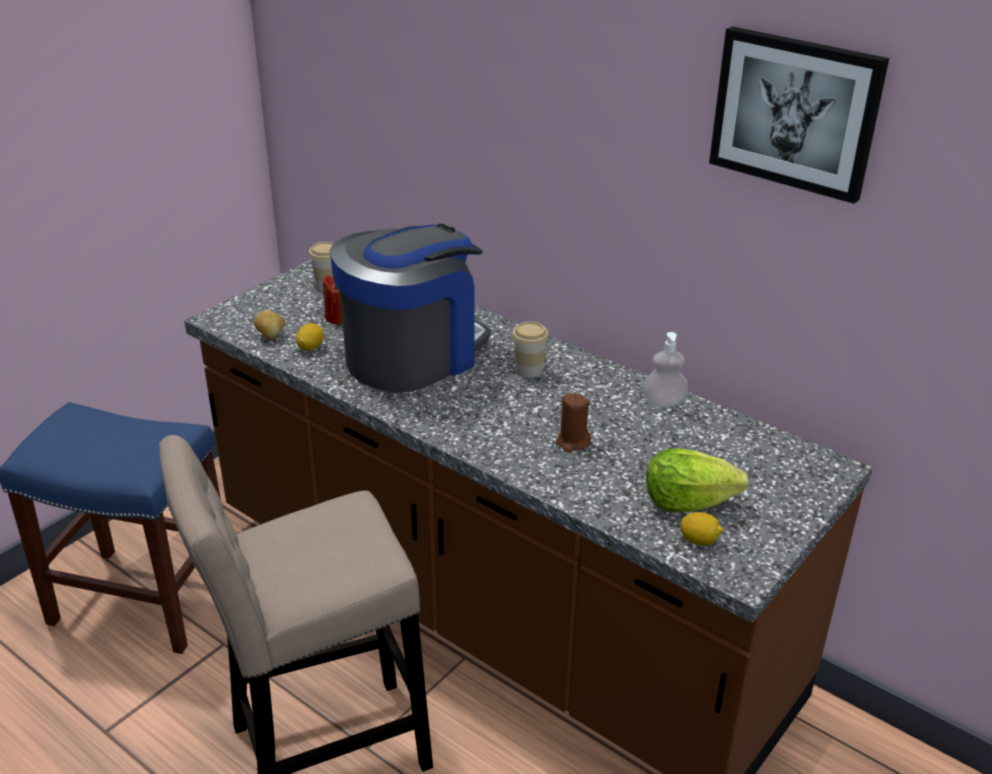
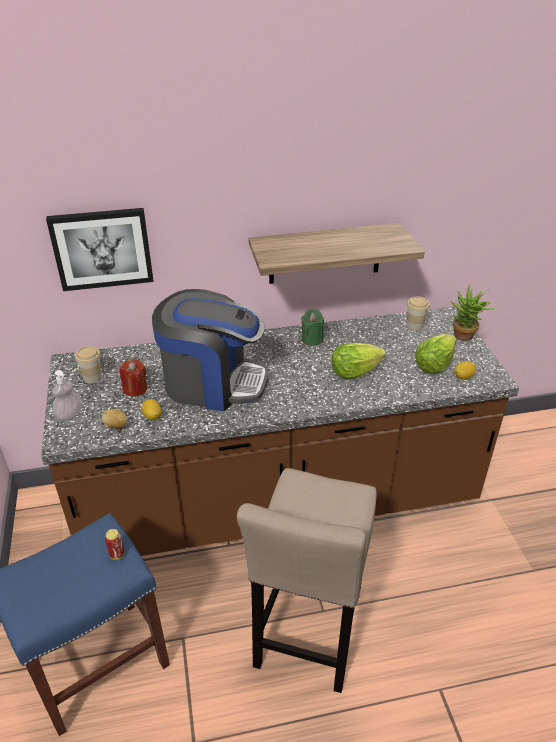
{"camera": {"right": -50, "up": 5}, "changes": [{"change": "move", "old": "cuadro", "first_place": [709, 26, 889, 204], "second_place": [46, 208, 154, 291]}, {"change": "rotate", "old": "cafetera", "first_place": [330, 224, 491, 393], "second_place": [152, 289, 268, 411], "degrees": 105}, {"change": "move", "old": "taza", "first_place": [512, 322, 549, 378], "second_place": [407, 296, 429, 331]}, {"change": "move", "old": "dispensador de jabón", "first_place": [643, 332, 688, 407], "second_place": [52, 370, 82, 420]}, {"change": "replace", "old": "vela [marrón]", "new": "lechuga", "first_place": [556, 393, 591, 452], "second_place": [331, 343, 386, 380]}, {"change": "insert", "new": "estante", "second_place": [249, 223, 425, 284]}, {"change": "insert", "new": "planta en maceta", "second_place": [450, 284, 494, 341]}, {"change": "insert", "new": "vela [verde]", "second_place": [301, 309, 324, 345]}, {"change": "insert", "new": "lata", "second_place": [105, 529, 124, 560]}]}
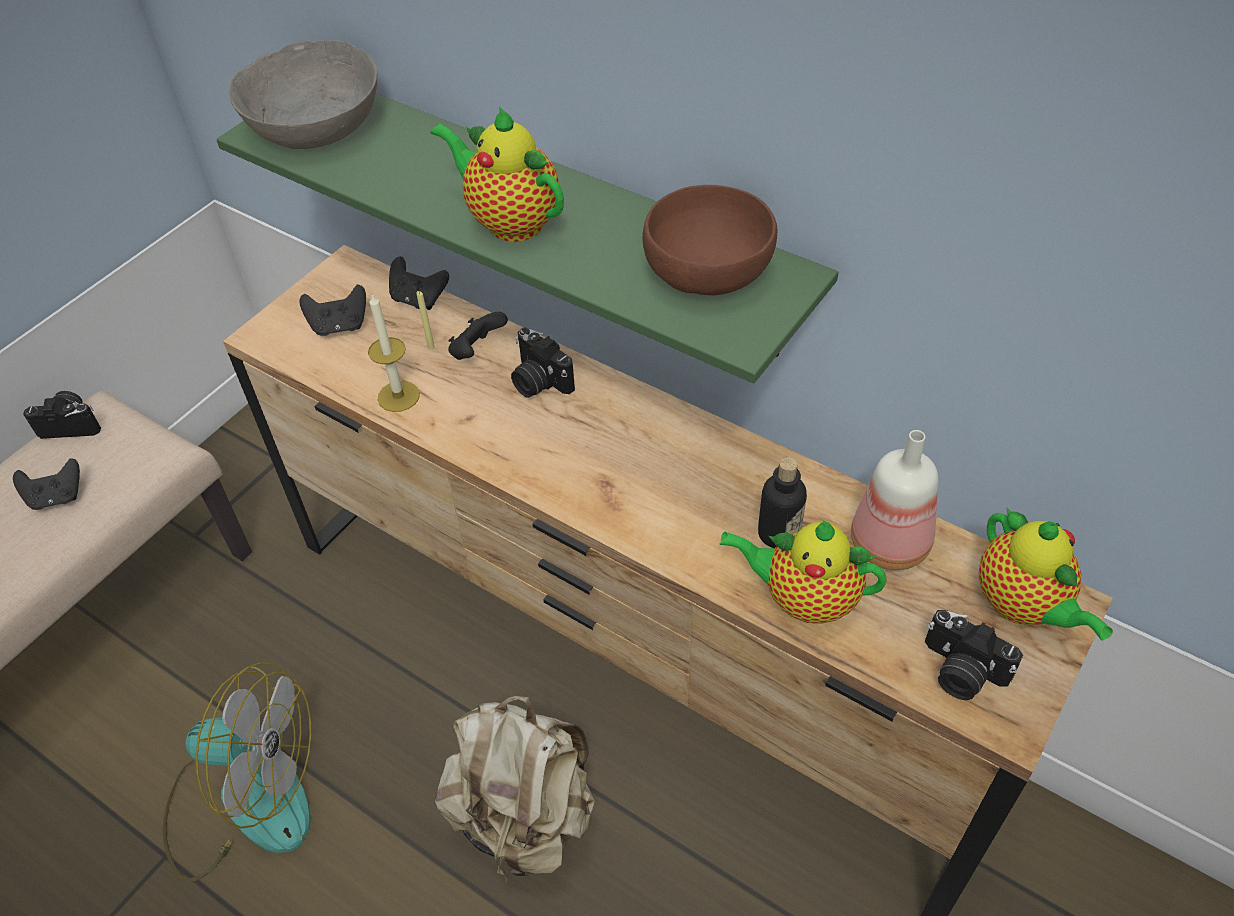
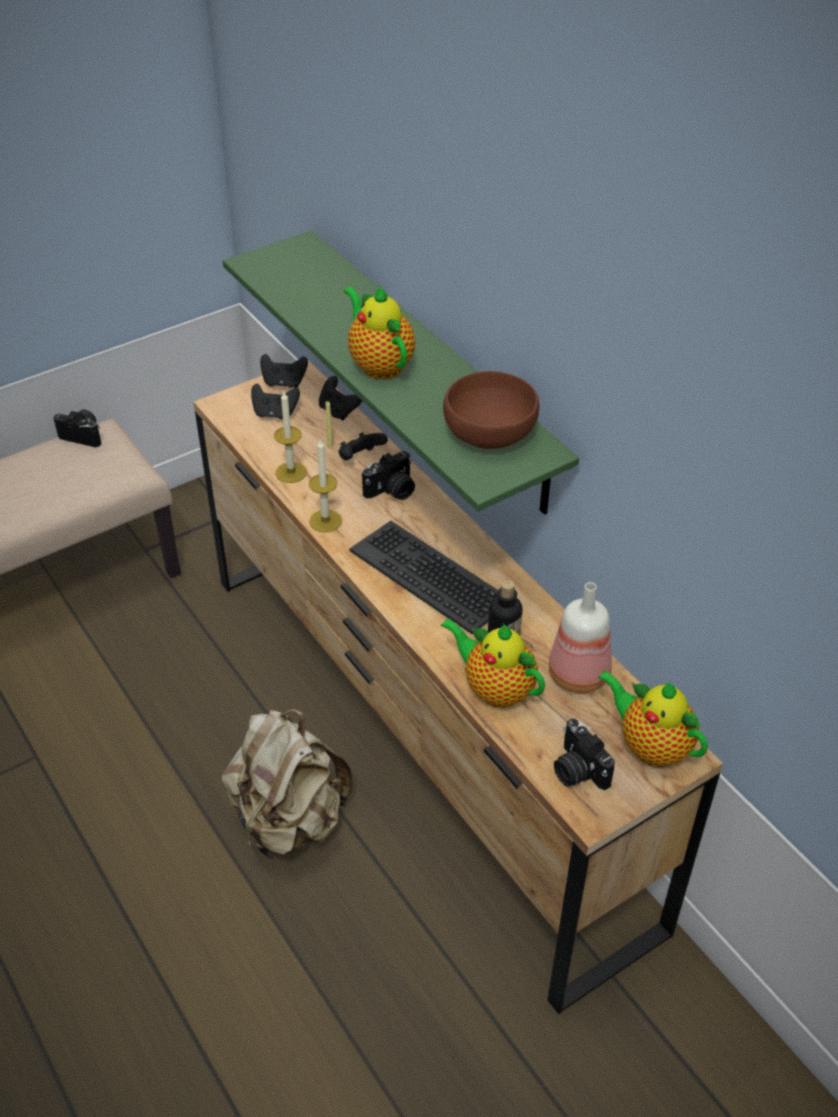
{"camera": {"right": 20, "up": -5}, "changes": [{"change": "delete", "old": "cuenco [gris]", "first_place": [229, 40, 377, 149]}, {"change": "rotate", "old": "cámara", "first_place": [511, 327, 575, 398], "second_place": [362, 451, 415, 500], "degrees": -105}, {"change": "move", "old": "mando de consola [negro]", "first_place": [13, 458, 80, 510], "second_place": [260, 354, 308, 388]}, {"change": "rotate", "old": "tetera", "first_place": [979, 508, 1113, 641], "second_place": [598, 670, 708, 767], "degrees": 135}, {"change": "delete", "old": "ventilador", "first_place": [163, 662, 312, 882]}, {"change": "insert", "new": "vela", "second_place": [309, 439, 342, 533]}, {"change": "insert", "new": "teclado", "second_place": [349, 521, 498, 635]}]}
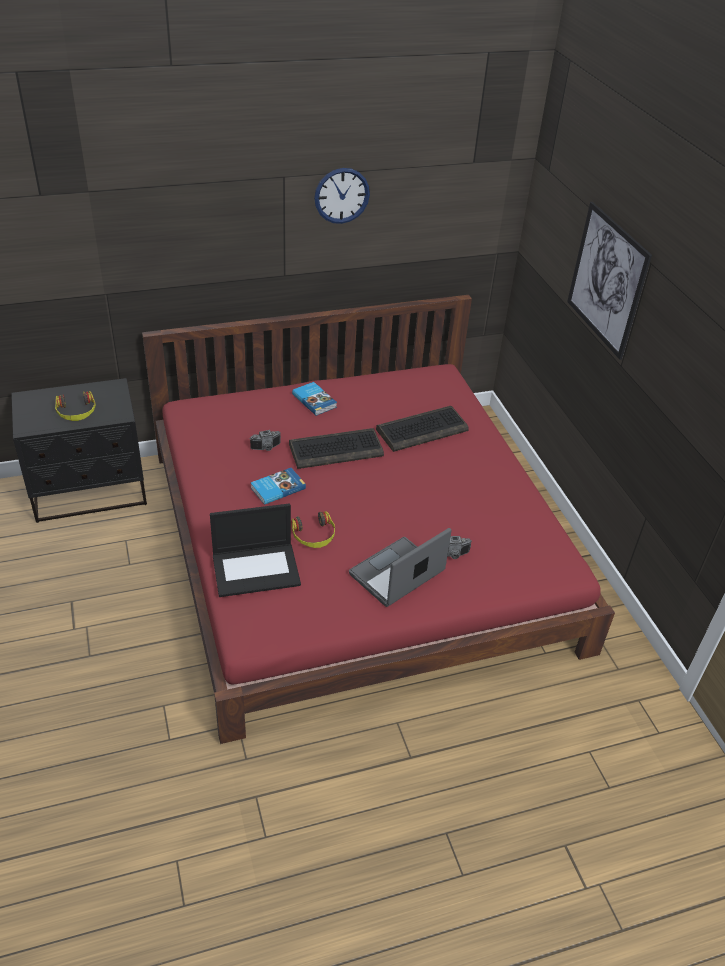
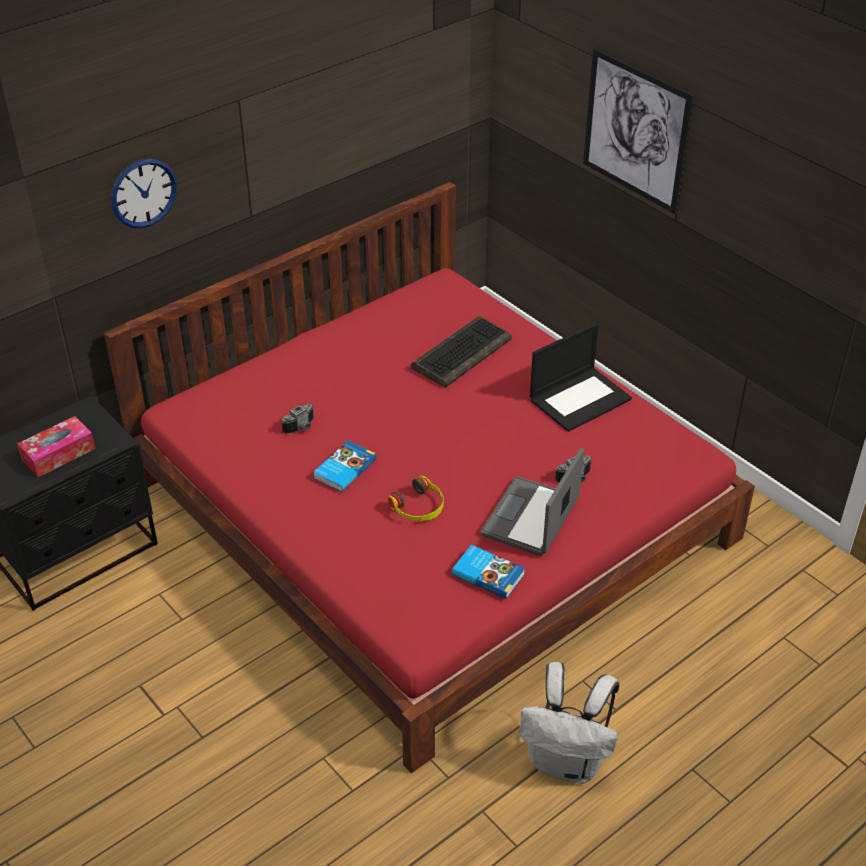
{"camera": {"right": -20, "up": 0}, "changes": [{"change": "move", "old": "reloj de pared", "first_place": [314, 168, 370, 224], "second_place": [111, 158, 177, 229]}, {"change": "move", "old": "libro", "first_place": [292, 382, 337, 416], "second_place": [452, 545, 525, 599]}, {"change": "replace", "old": "auriculares", "new": "caja de pañuelos", "first_place": [55, 391, 96, 421], "second_place": [17, 416, 95, 477]}, {"change": "delete", "old": "teclado", "first_place": [289, 428, 384, 469]}, {"change": "move", "old": "portátil", "first_place": [210, 503, 301, 597], "second_place": [530, 323, 632, 432]}, {"change": "insert", "new": "mochila [blanco]", "second_place": [519, 662, 620, 784]}]}
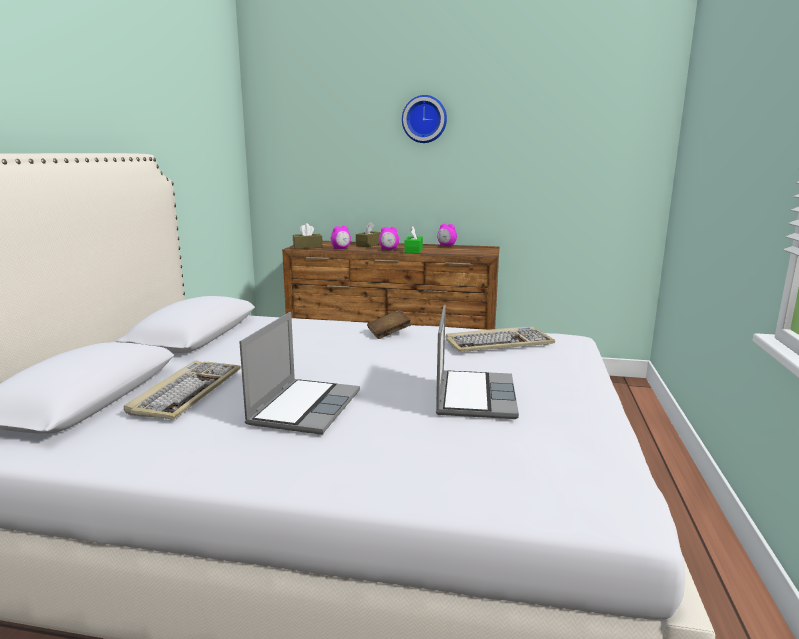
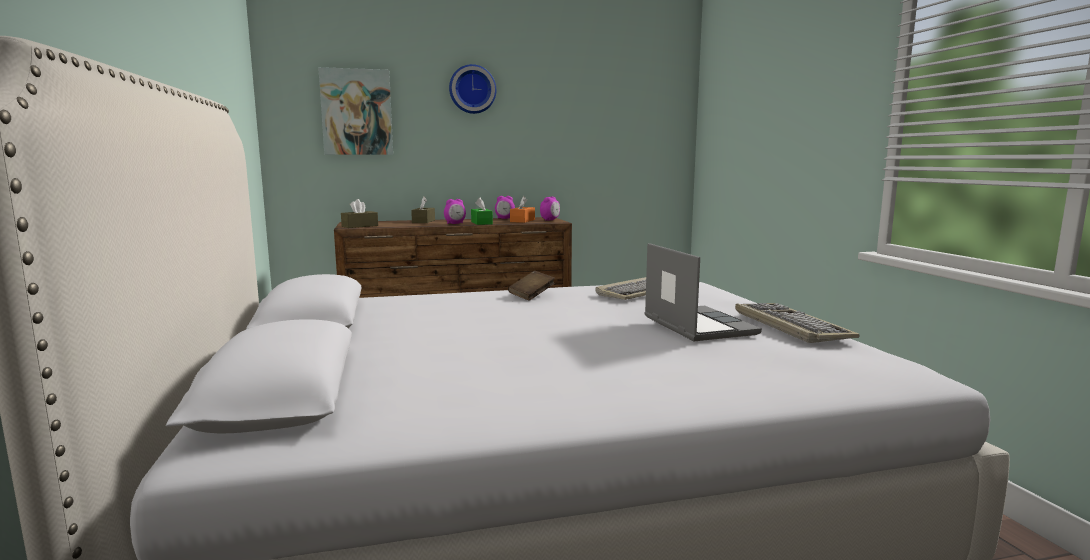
{"camera": {"right": -25, "up": -5}, "changes": [{"change": "move", "old": "despertador", "first_place": [331, 226, 351, 249], "second_place": [540, 197, 560, 221]}, {"change": "delete", "old": "portátil", "first_place": [239, 312, 360, 435]}, {"change": "move", "old": "teclado", "first_place": [124, 360, 241, 420], "second_place": [735, 303, 860, 343]}, {"change": "insert", "new": "cuadro", "second_place": [318, 67, 393, 155]}, {"change": "insert", "new": "caja de pañuelos [naranja]", "second_place": [510, 196, 535, 223]}]}
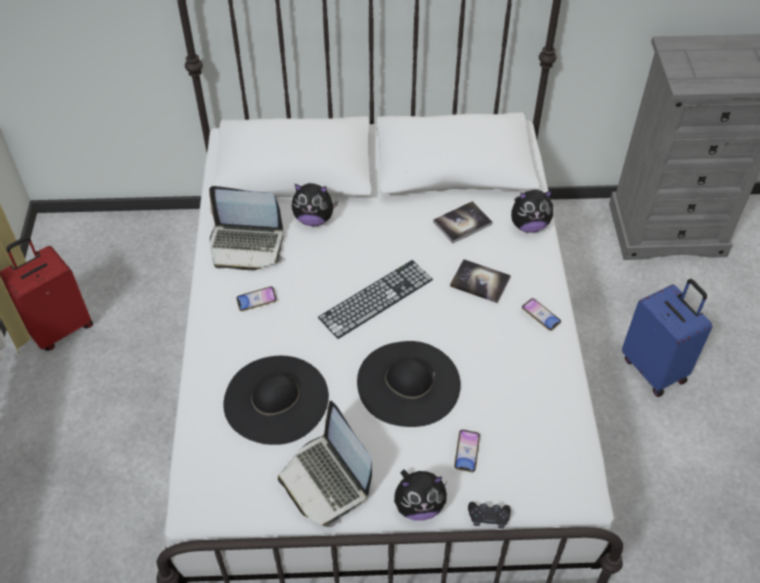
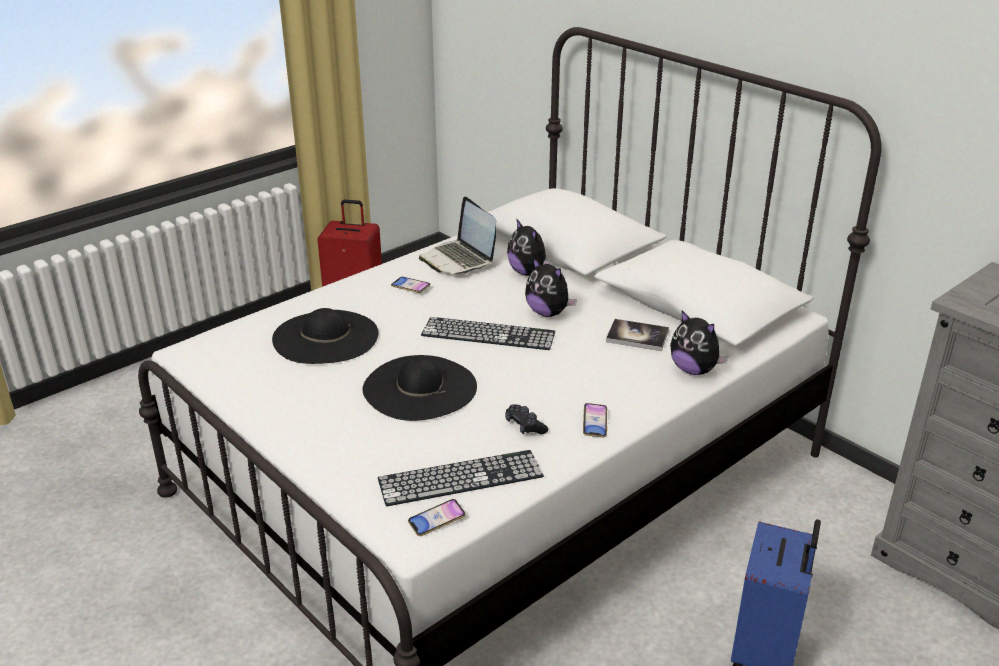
{"camera": {"right": 50, "up": -20}, "changes": [{"change": "delete", "old": "libro", "first_place": [450, 259, 511, 303]}, {"change": "delete", "old": "portátil", "first_place": [278, 401, 372, 527]}, {"change": "move", "old": "móvil", "first_place": [454, 430, 480, 473], "second_place": [408, 499, 466, 536]}, {"change": "move", "old": "peluche", "first_place": [394, 470, 448, 521], "second_place": [525, 257, 577, 317]}, {"change": "move", "old": "mando de consola [negro]", "first_place": [468, 502, 511, 528], "second_place": [505, 404, 548, 434]}, {"change": "insert", "new": "teclado", "second_place": [378, 450, 544, 507]}]}
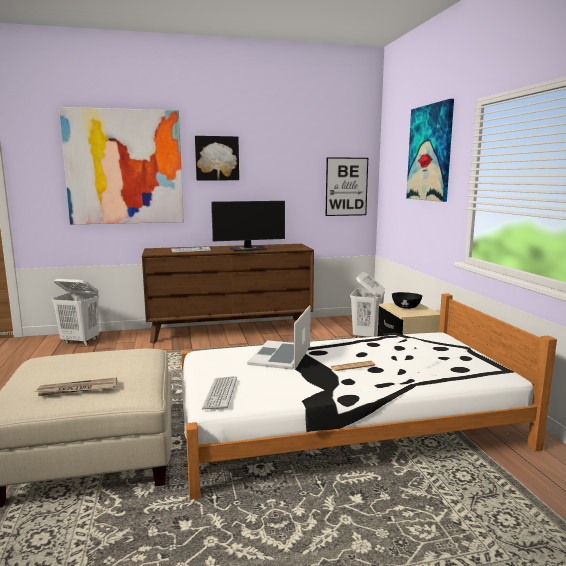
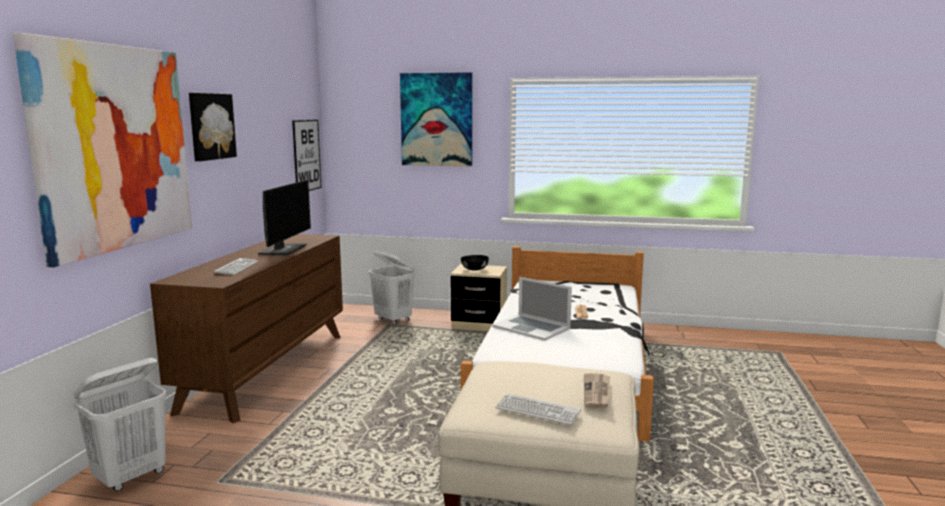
{"camera": {"right": -65, "up": 0}, "changes": [{"change": "move", "old": "teclado", "first_place": [202, 376, 237, 409], "second_place": [495, 393, 581, 425]}]}
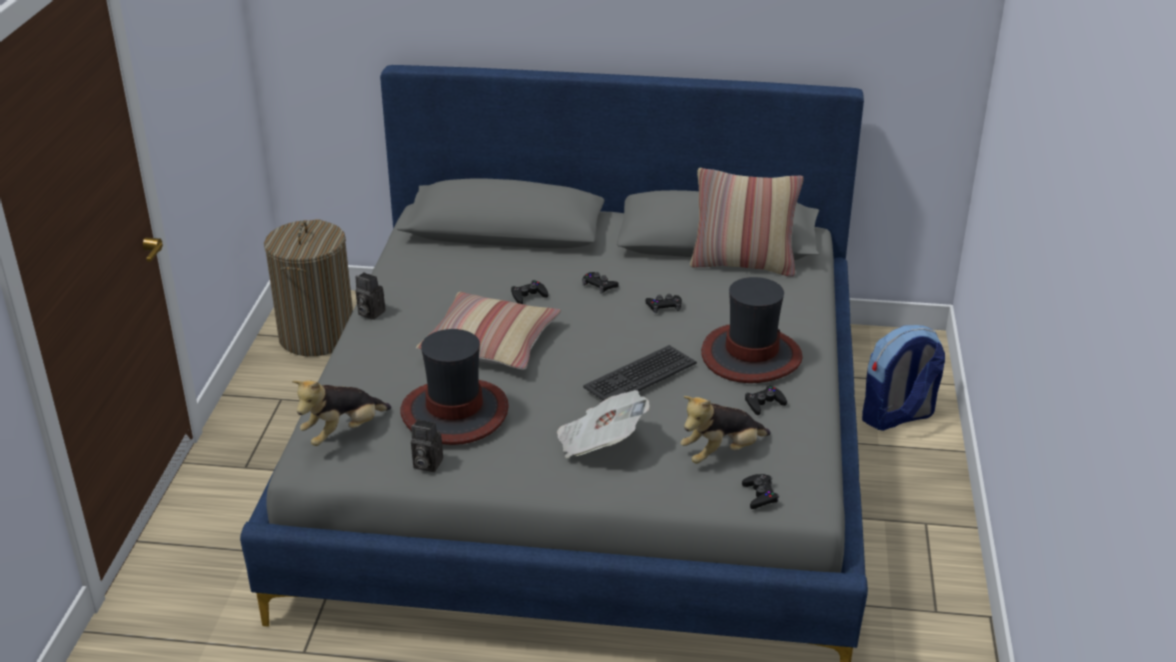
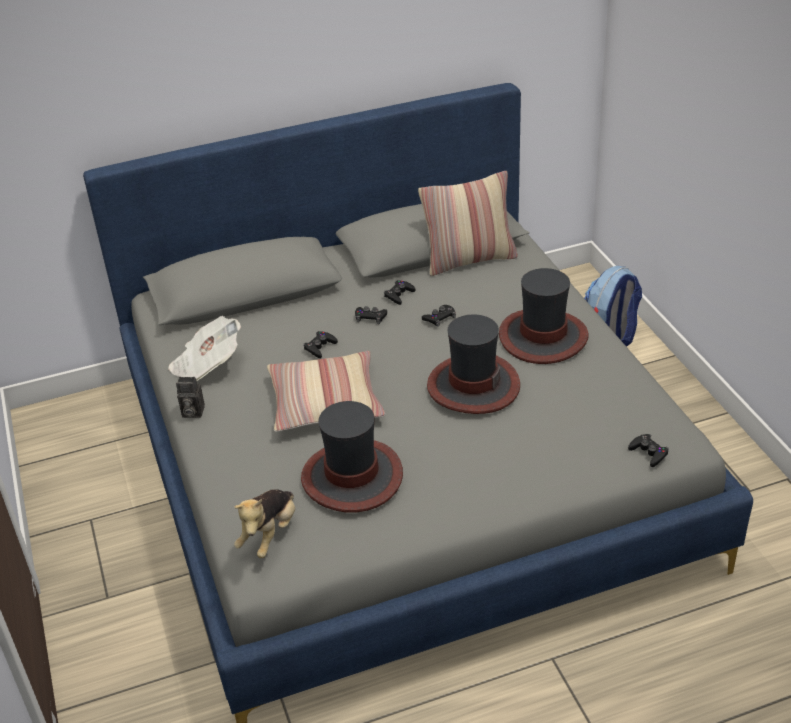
{"camera": {"right": -25, "up": 5}, "changes": [{"change": "delete", "old": "cesto de la ropa", "first_place": [264, 219, 353, 356]}, {"change": "replace", "old": "teclado", "new": "sombrero", "first_place": [583, 345, 697, 401], "second_place": [427, 314, 520, 414]}, {"change": "move", "old": "mando de consola [negro]", "first_place": [745, 385, 787, 415], "second_place": [384, 280, 415, 305]}, {"change": "move", "old": "periódico", "first_place": [557, 390, 650, 458], "second_place": [168, 316, 241, 381]}, {"change": "delete", "old": "peluche", "first_place": [680, 396, 771, 464]}, {"change": "delete", "old": "cámara", "first_place": [411, 419, 443, 472]}]}
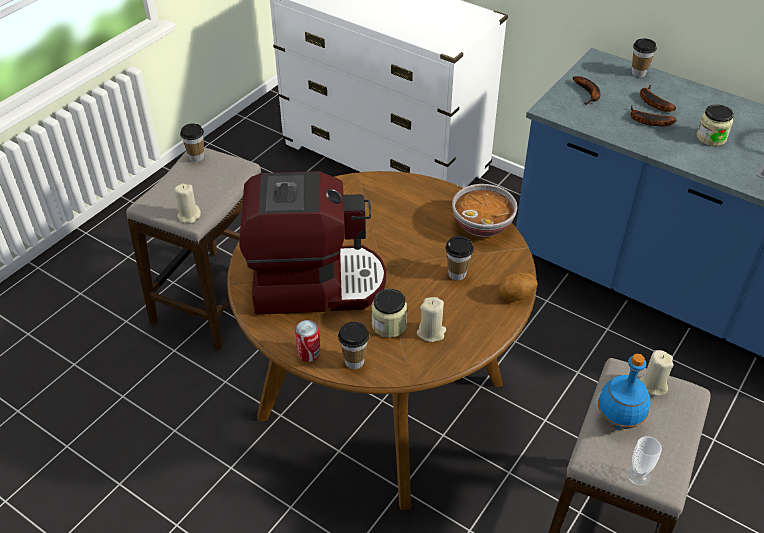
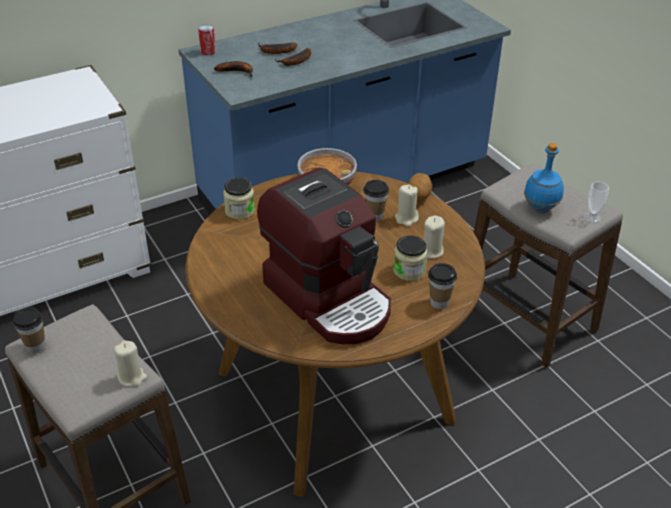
{"camera": {"right": -65, "up": -5}, "changes": [{"change": "delete", "old": "taza", "first_place": [632, 38, 657, 77]}, {"change": "move", "old": "tarro", "first_place": [697, 105, 734, 146], "second_place": [223, 178, 255, 220]}, {"change": "rotate", "old": "cafetera", "first_place": [239, 171, 386, 315], "second_place": [257, 167, 391, 344], "degrees": 120}, {"change": "move", "old": "lata", "first_place": [295, 320, 320, 362], "second_place": [198, 25, 216, 55]}, {"change": "move", "old": "vela [beis]", "first_place": [639, 350, 674, 396], "second_place": [395, 185, 419, 227]}]}
